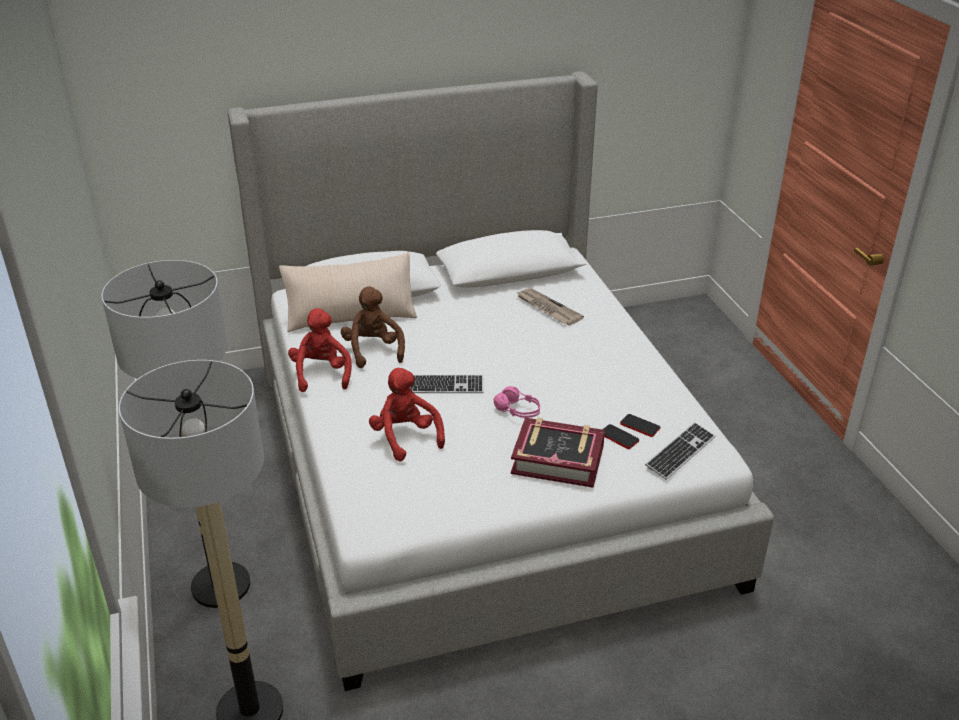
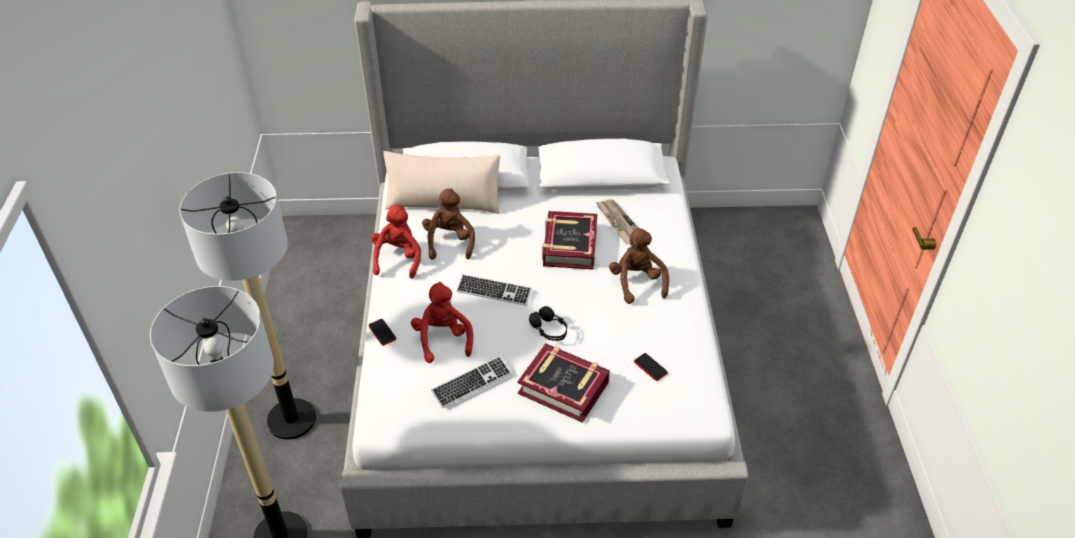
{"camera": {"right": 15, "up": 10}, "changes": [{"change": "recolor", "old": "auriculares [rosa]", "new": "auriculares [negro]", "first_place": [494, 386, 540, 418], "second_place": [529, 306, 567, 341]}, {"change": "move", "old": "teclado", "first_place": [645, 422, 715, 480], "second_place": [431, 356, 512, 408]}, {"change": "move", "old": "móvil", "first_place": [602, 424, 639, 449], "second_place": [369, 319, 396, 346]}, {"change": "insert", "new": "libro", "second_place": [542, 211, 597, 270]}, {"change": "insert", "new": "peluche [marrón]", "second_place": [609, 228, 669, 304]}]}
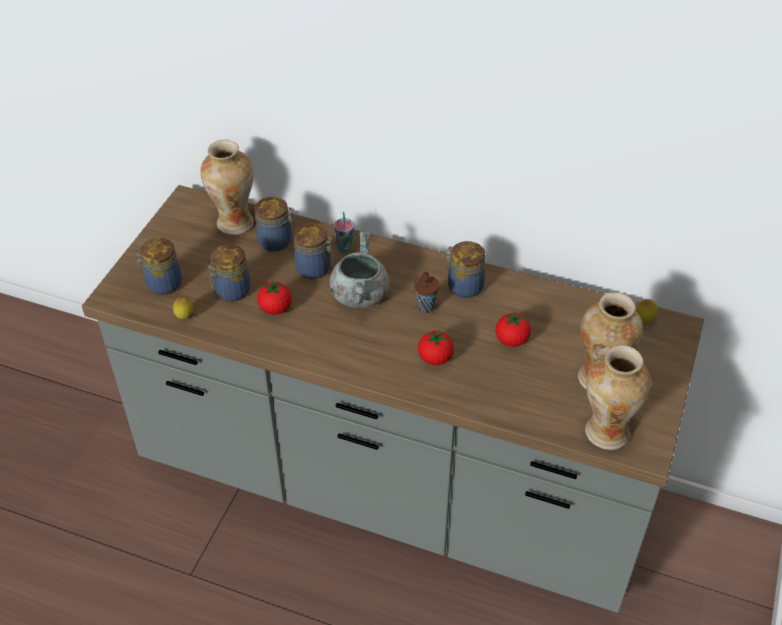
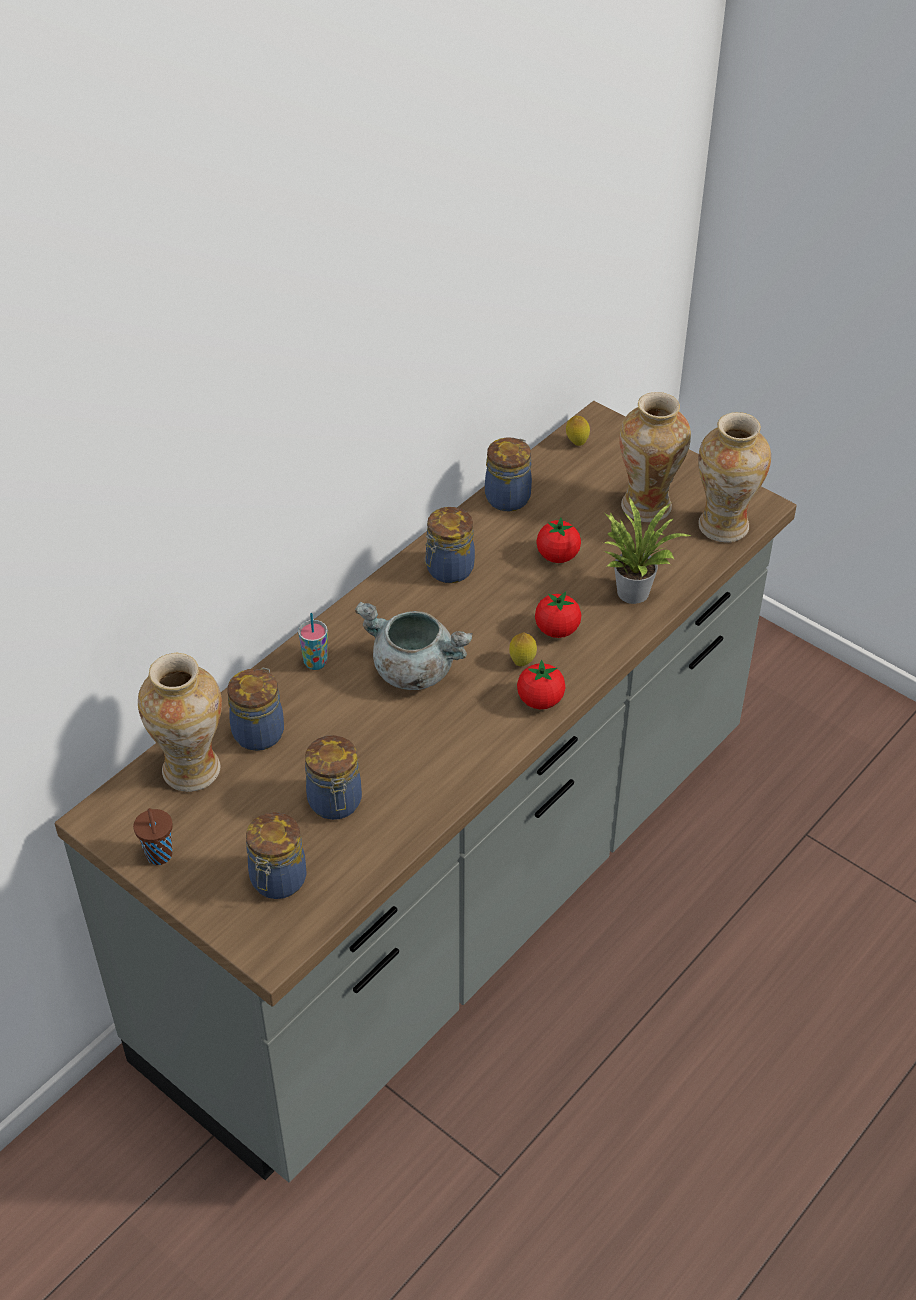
{"camera": {"right": -70, "up": 0}, "changes": [{"change": "move", "old": "tarro", "first_place": [294, 223, 334, 279], "second_place": [485, 437, 532, 512]}, {"change": "move", "old": "taza [marrón]", "first_place": [414, 272, 439, 313], "second_place": [133, 808, 173, 865]}, {"change": "move", "old": "tomate", "first_place": [257, 280, 292, 315], "second_place": [517, 660, 565, 709]}, {"change": "move", "old": "limón", "first_place": [173, 297, 193, 319], "second_place": [509, 632, 537, 666]}, {"change": "insert", "new": "planta en maceta", "second_place": [604, 497, 691, 604]}]}
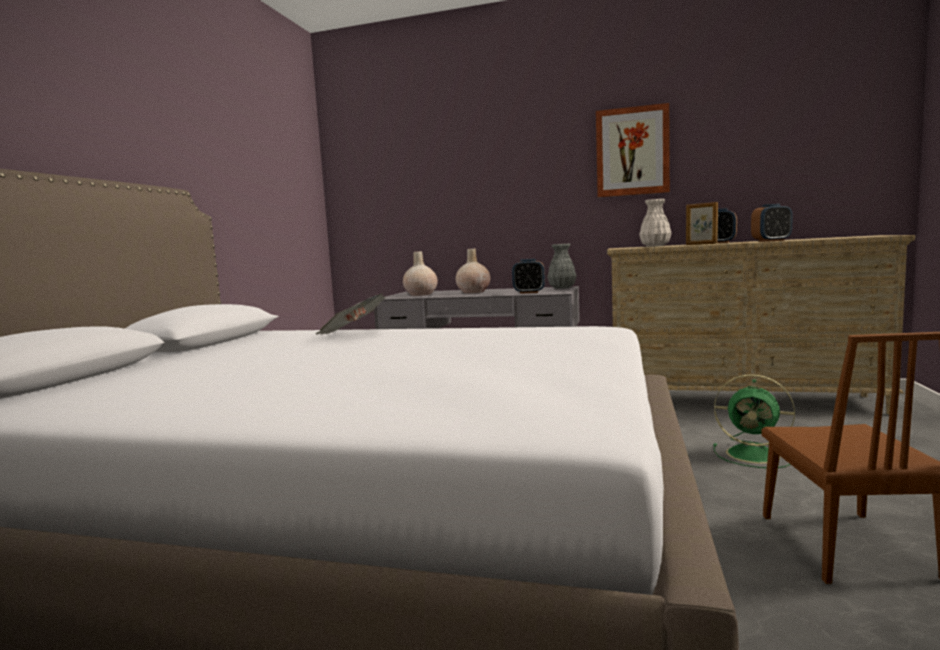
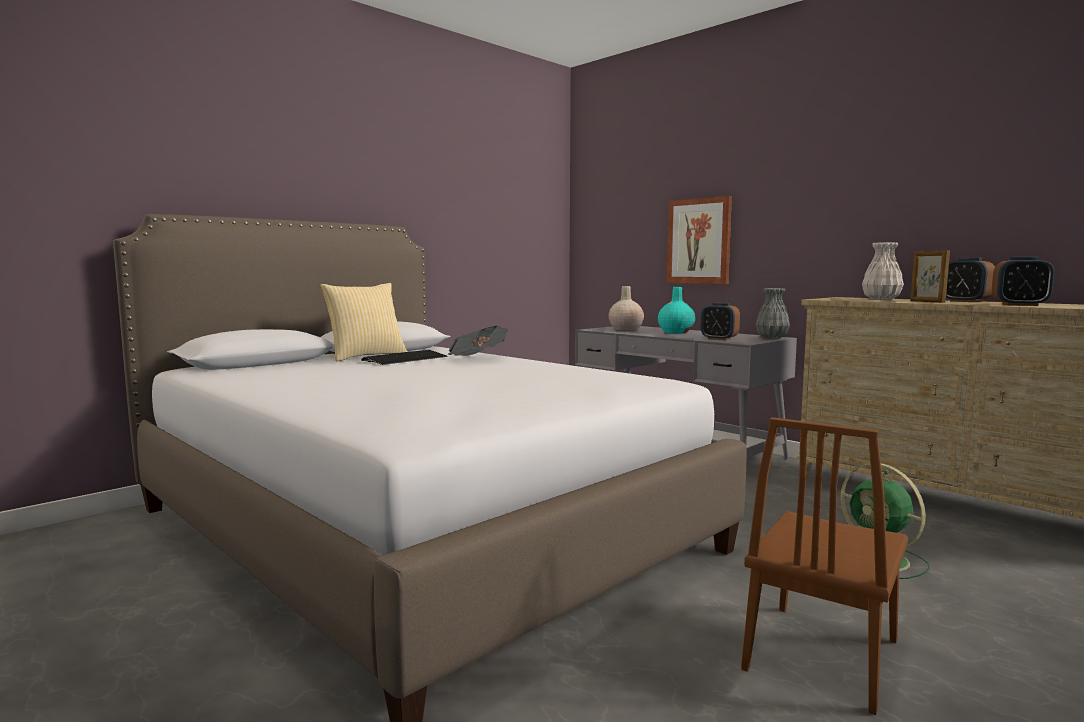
{"camera": {"right": 30, "up": 0}, "changes": [{"change": "move", "old": "cuadro", "first_place": [596, 103, 670, 197], "second_place": [666, 196, 732, 284]}, {"change": "recolor", "old": "florero [beis]", "new": "florero [turquesa]", "first_place": [456, 249, 490, 293], "second_place": [658, 287, 695, 334]}, {"change": "insert", "new": "cojín", "second_place": [321, 283, 407, 361]}, {"change": "insert", "new": "teclado", "second_place": [361, 350, 447, 365]}]}
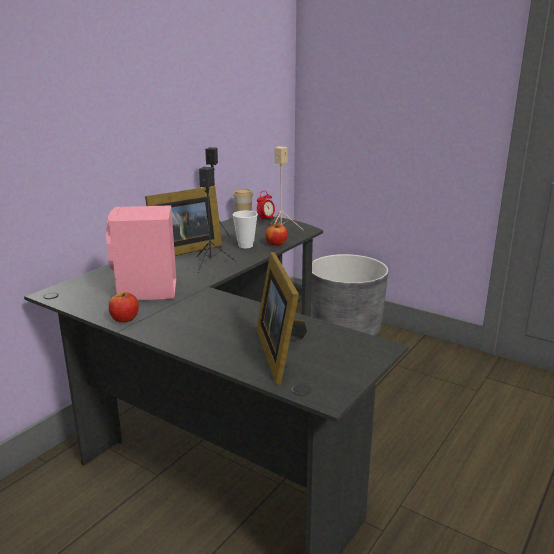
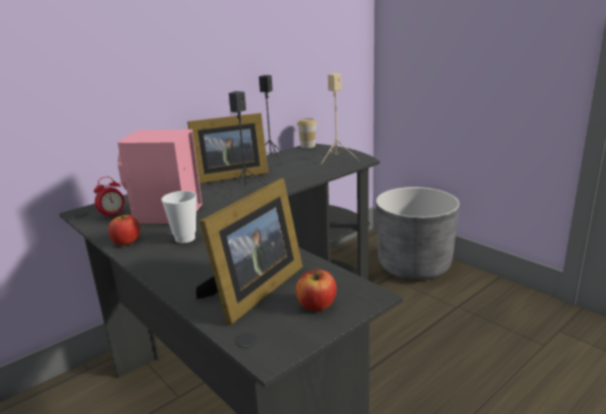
{"camera": {"right": 15, "up": 0}, "changes": [{"change": "move", "old": "despertador", "first_place": [257, 192, 275, 222], "second_place": [94, 177, 125, 220]}, {"change": "move", "old": "taza", "first_place": [233, 211, 258, 248], "second_place": [161, 191, 197, 243]}, {"change": "move", "old": "manzana", "first_place": [265, 222, 288, 246], "second_place": [295, 268, 337, 311]}, {"change": "rotate", "old": "portarretratos", "first_place": [256, 252, 307, 385], "second_place": [196, 178, 303, 325], "degrees": -150}]}
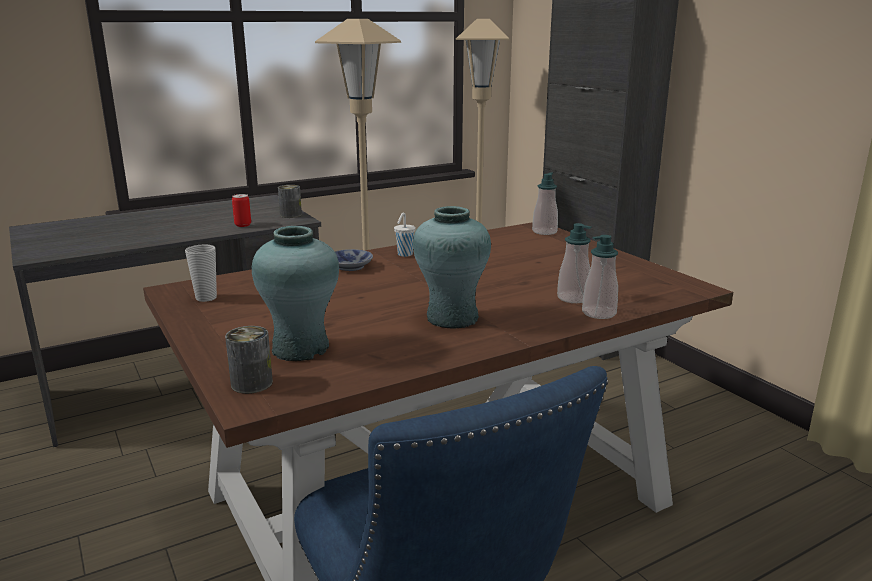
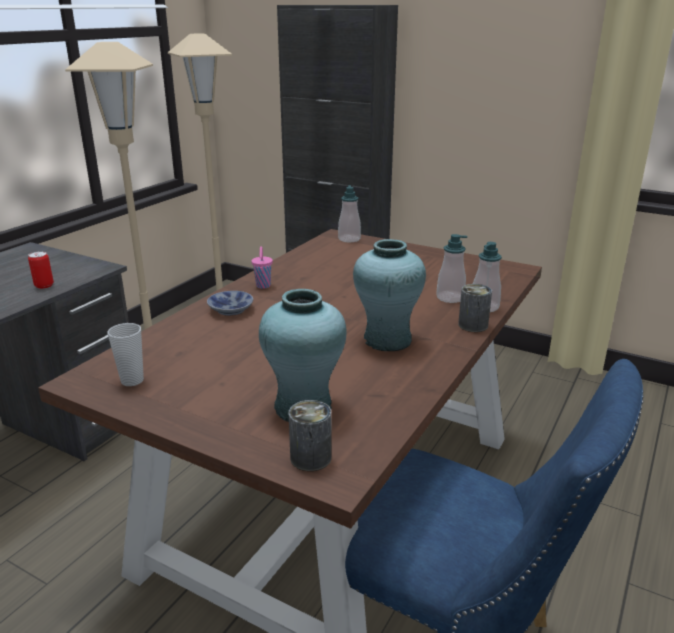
{"camera": {"right": -30, "up": 5}, "changes": [{"change": "move", "old": "lata", "first_place": [278, 185, 302, 218], "second_place": [458, 284, 492, 332]}, {"change": "recolor", "old": "taza [blanco]", "new": "taza [rosa]", "first_place": [394, 213, 416, 257], "second_place": [252, 246, 273, 289]}]}
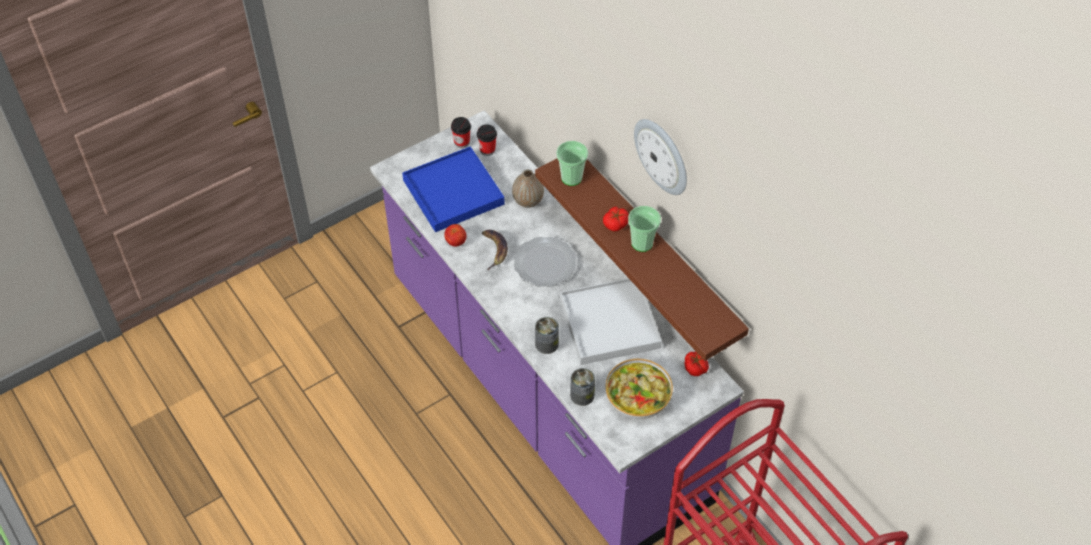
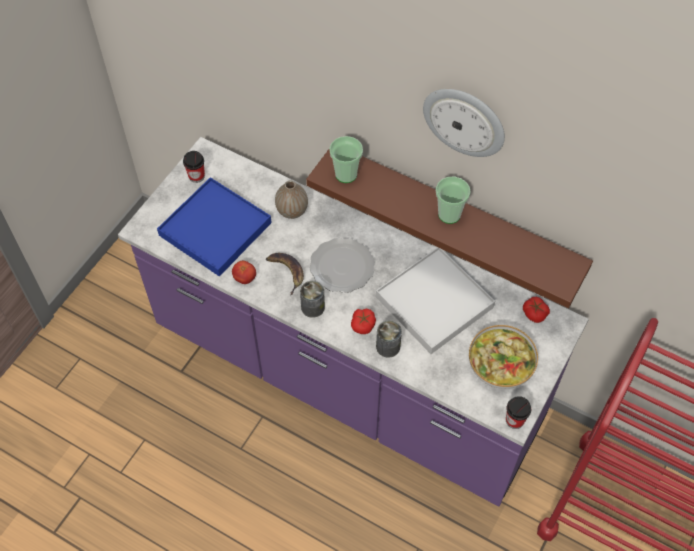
{"camera": {"right": -25, "up": 5}, "changes": [{"change": "move", "old": "taza", "first_place": [477, 124, 497, 156], "second_place": [506, 396, 531, 429]}, {"change": "move", "old": "tomate", "first_place": [603, 207, 629, 231], "second_place": [351, 308, 376, 334]}, {"change": "move", "old": "lata", "first_place": [570, 368, 595, 406], "second_place": [300, 281, 325, 318]}]}
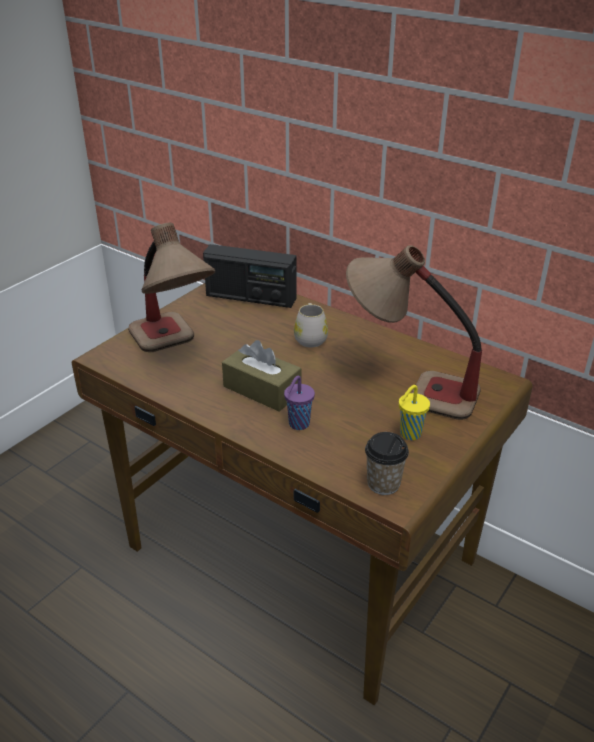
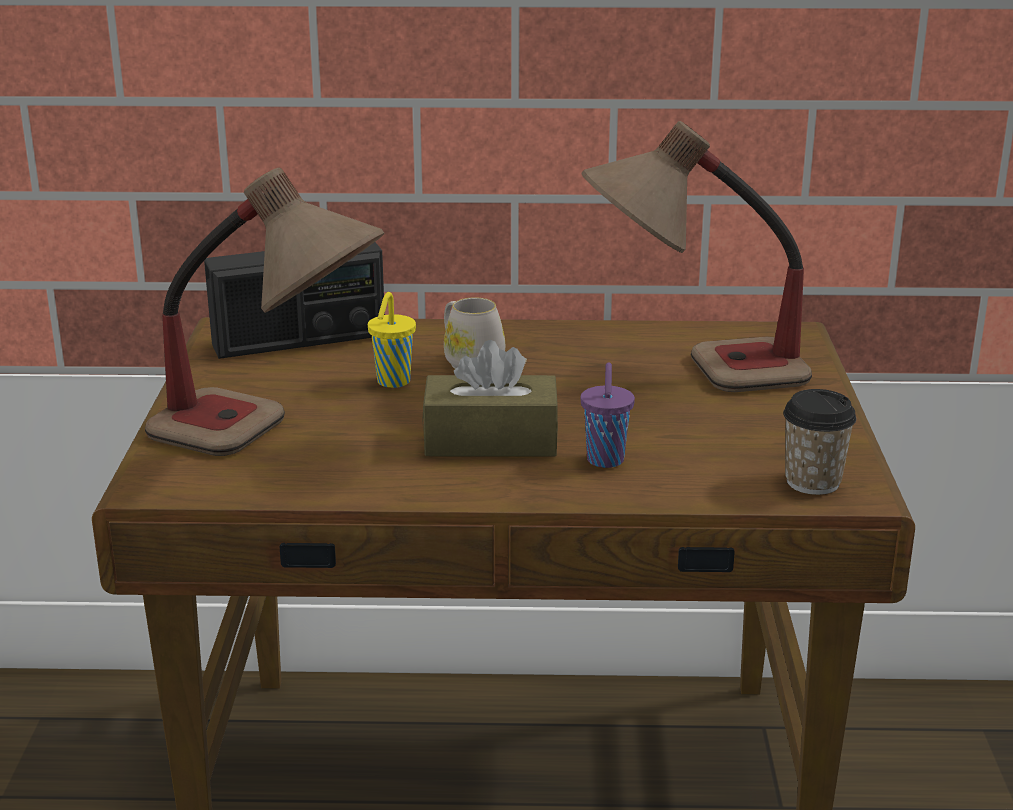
{"camera": {"right": -35, "up": -10}, "changes": [{"change": "move", "old": "taza [amarillo]", "first_place": [399, 385, 430, 440], "second_place": [368, 292, 416, 388]}]}
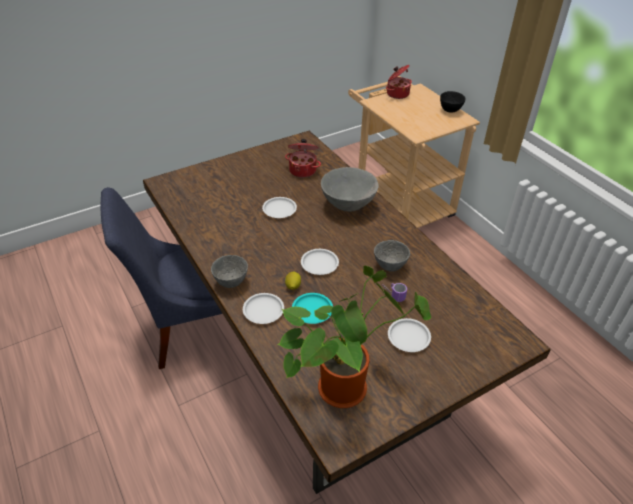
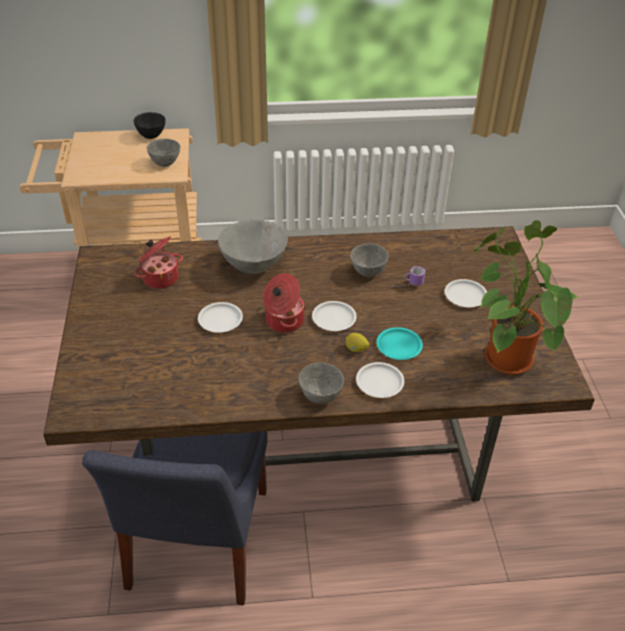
{"camera": {"right": -65, "up": 0}, "changes": [{"change": "move", "old": "olla", "first_place": [386, 65, 412, 99], "second_place": [263, 273, 305, 333]}, {"change": "insert", "new": "cuenco [gris]", "second_place": [147, 139, 181, 167]}]}
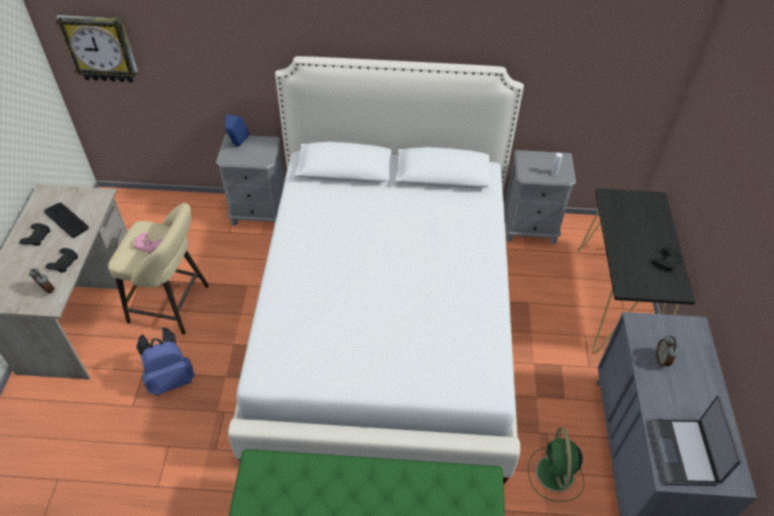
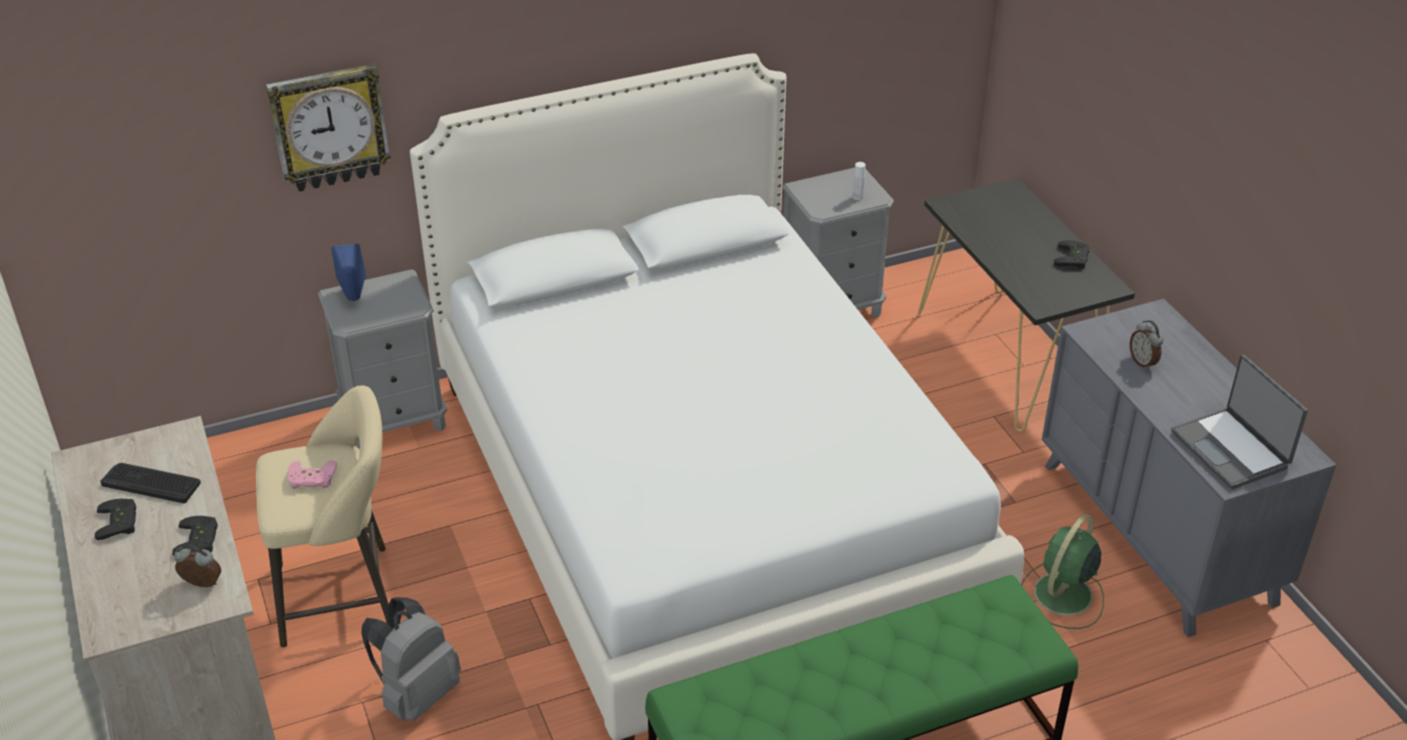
{"camera": {"right": -25, "up": -10}, "changes": [{"change": "move", "old": "reloj de pared", "first_place": [56, 15, 138, 82], "second_place": [266, 64, 391, 192]}, {"change": "recolor", "old": "mochila [azul]", "new": "mochila [gris]", "first_place": [137, 327, 195, 396], "second_place": [361, 597, 461, 721]}, {"change": "rotate", "old": "ventilador [verde]", "first_place": [528, 428, 585, 502], "second_place": [1021, 514, 1104, 629], "degrees": 60}]}
